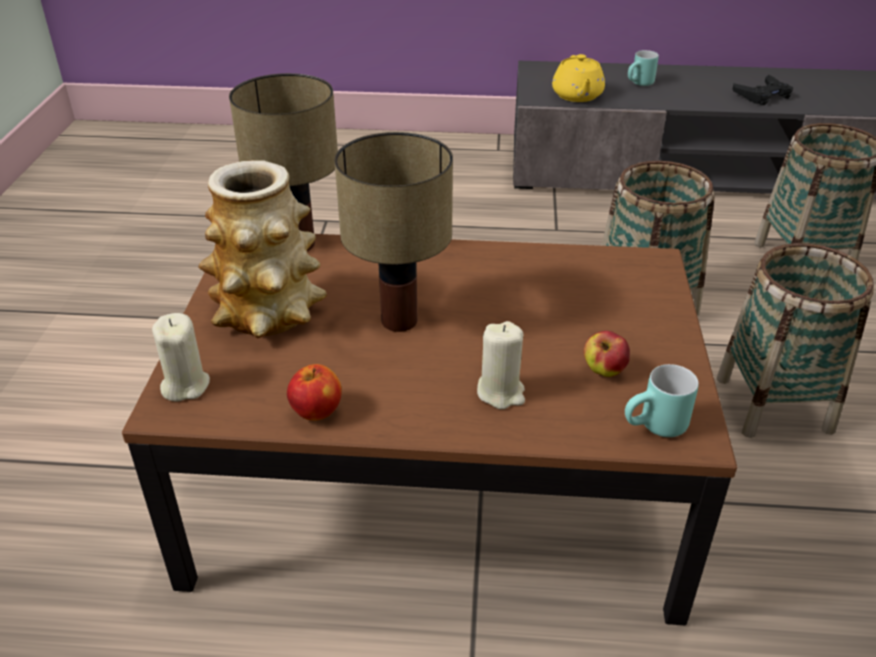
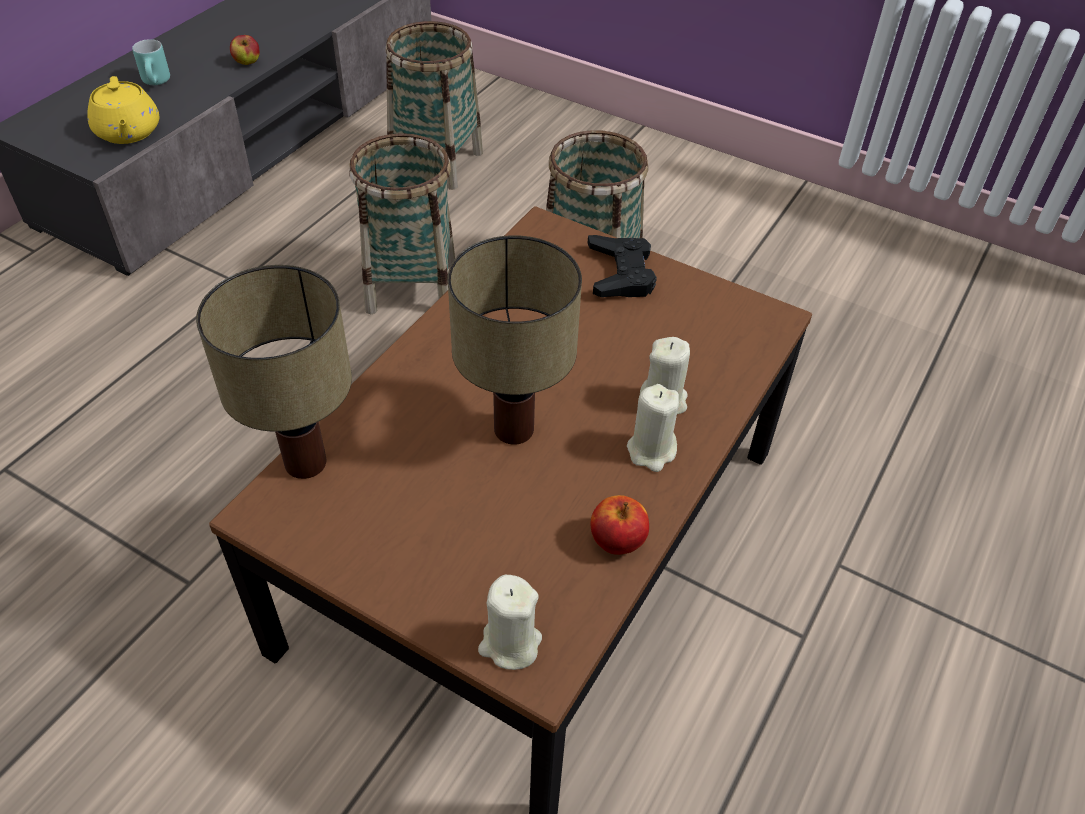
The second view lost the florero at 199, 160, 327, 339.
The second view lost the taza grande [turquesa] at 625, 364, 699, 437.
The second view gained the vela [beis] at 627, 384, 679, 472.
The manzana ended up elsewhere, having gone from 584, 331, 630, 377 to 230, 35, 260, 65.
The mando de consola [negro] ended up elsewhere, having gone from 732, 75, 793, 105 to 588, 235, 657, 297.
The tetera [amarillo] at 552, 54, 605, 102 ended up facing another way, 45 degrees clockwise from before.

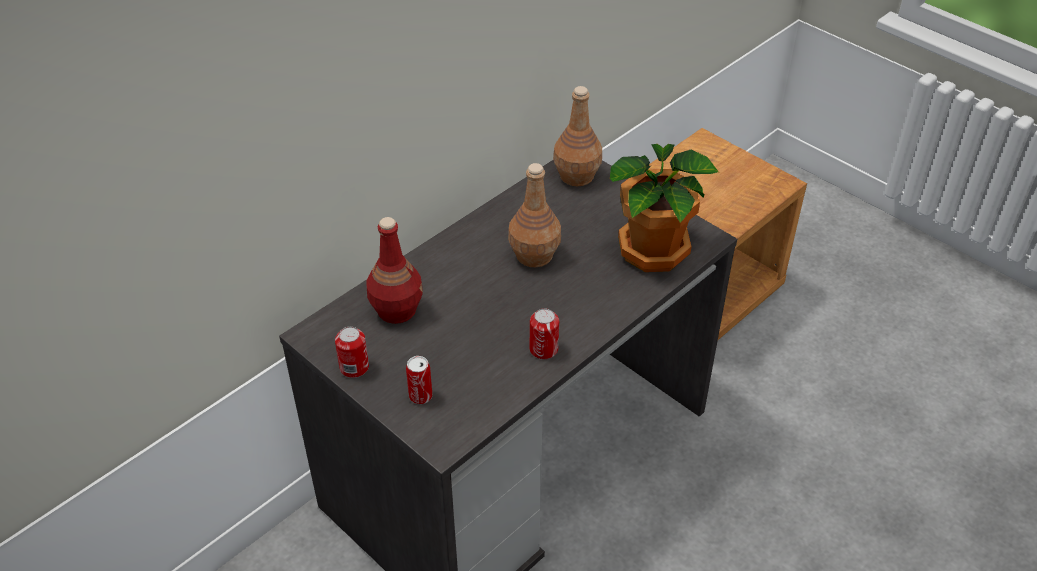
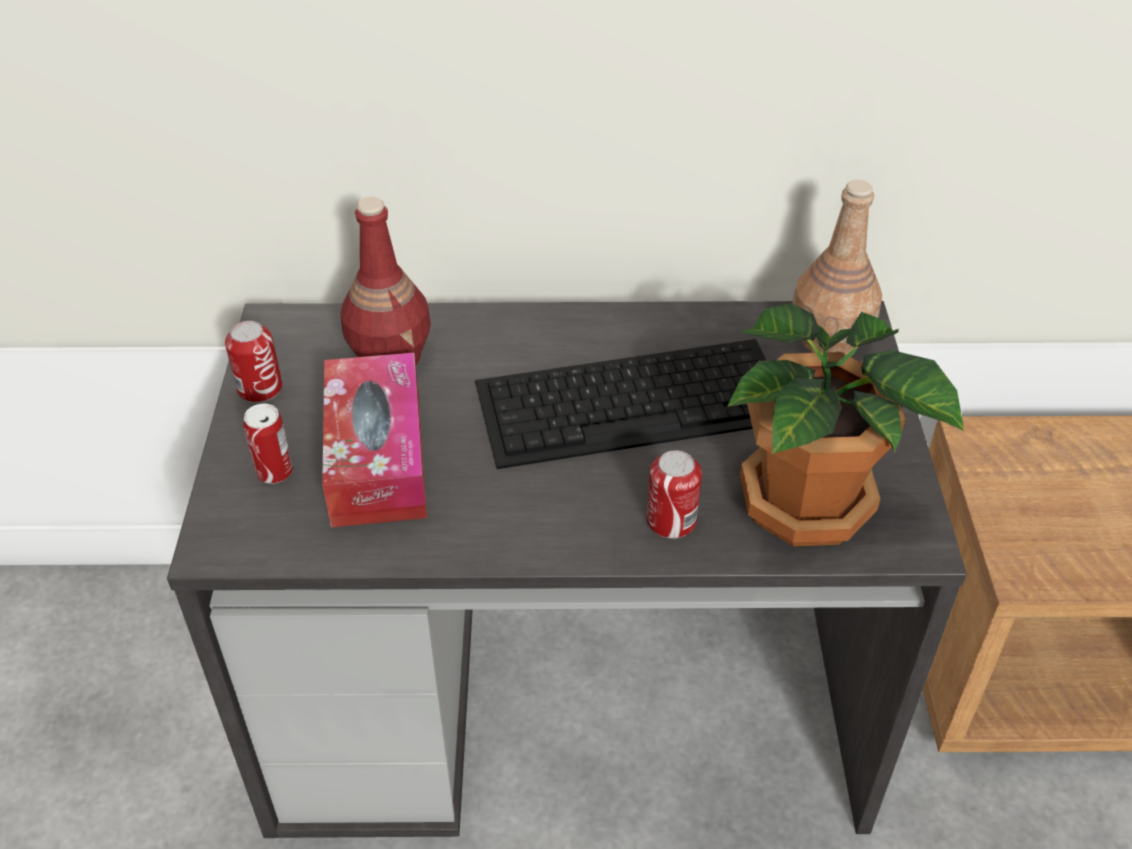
The second view gained the caja de pañuelos at 322, 353, 427, 527.
The lata ended up elsewhere, having gone from 530, 309, 559, 359 to 647, 450, 702, 539.
Where the botella [marrón] stood at 508, 163, 561, 267, the teclado came to stand at 475, 339, 767, 469.

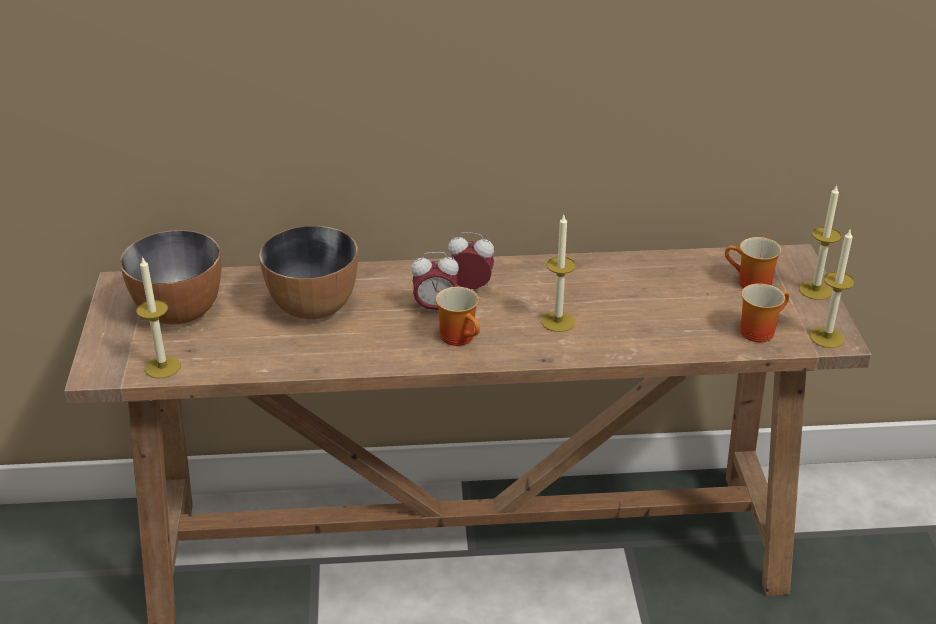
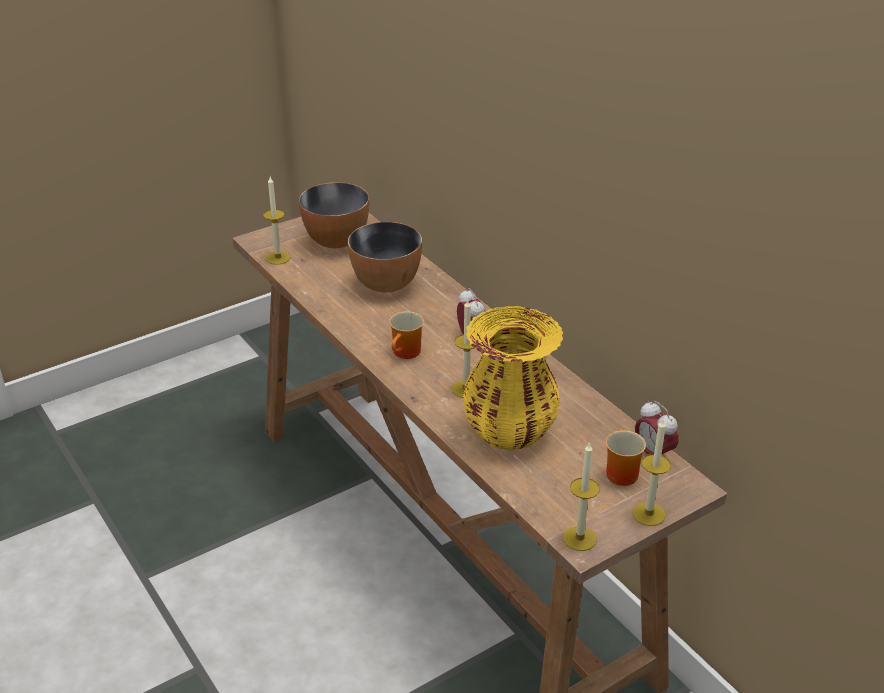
The second view lost the taza grande at 740, 283, 789, 342.
The second view gained the florero [amarillo] at 463, 306, 563, 451.
The despertador ended up elsewhere, having gone from 411, 252, 459, 314 to 635, 401, 678, 455.

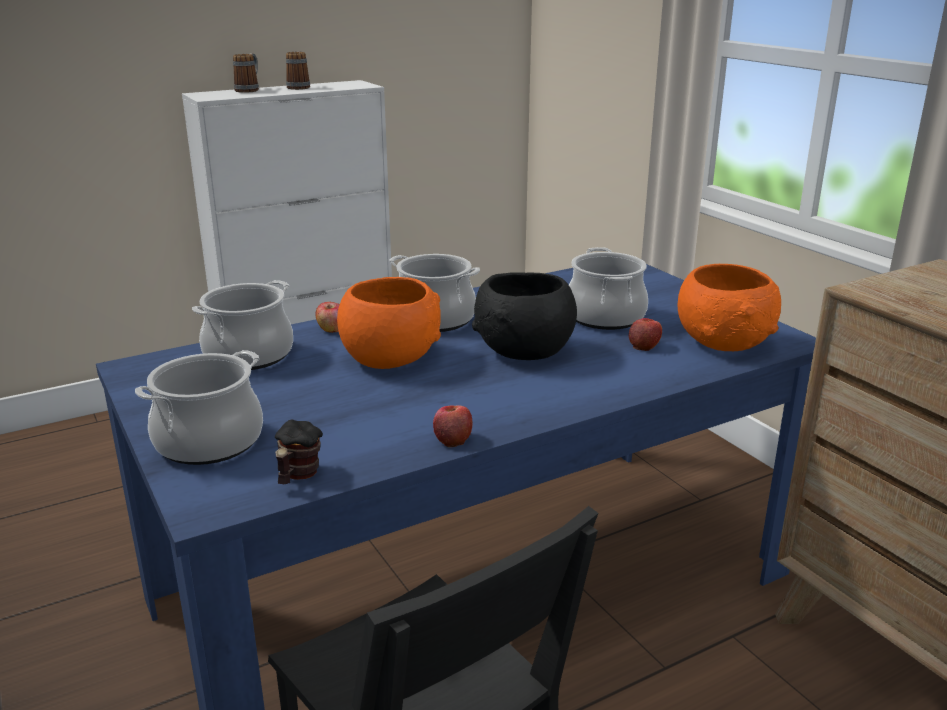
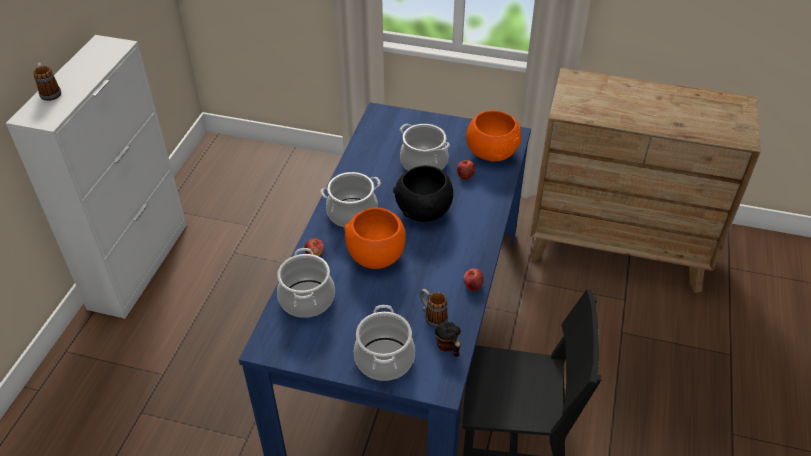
The taza grande ended up elsewhere, having gone from 286, 51, 310, 90 to 420, 289, 448, 327.

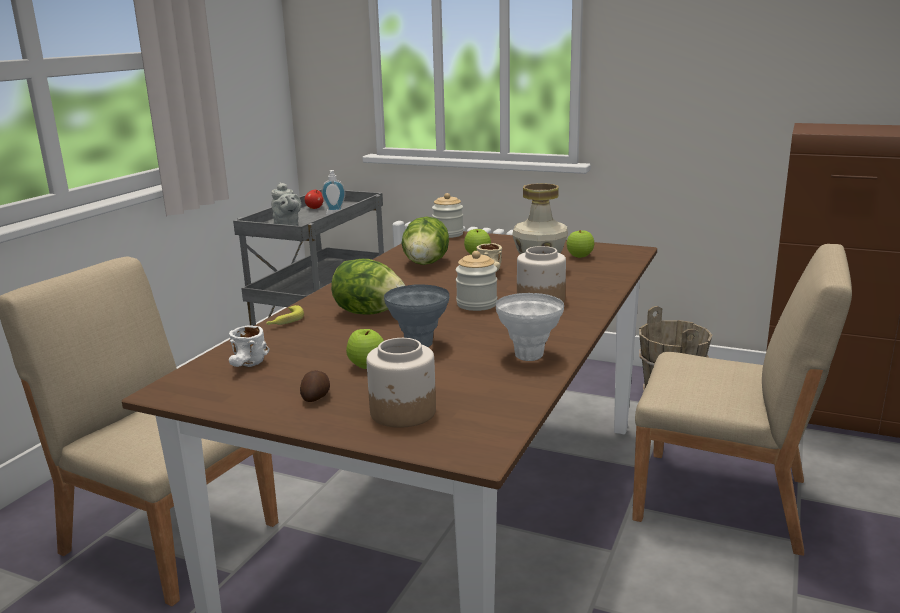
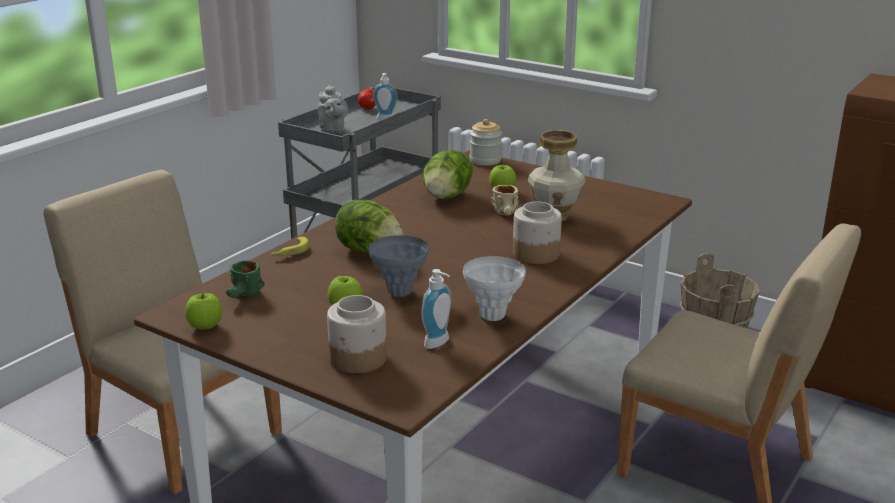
The second view lost the patata at 300, 370, 330, 402.
The second view lost the tarro at 456, 251, 497, 311.
The second view gained the dispensador de jabón at 421, 269, 451, 349.
The manzana ended up elsewhere, having gone from 567, 230, 594, 258 to 185, 293, 222, 330.
What was the taza grande [blanco] at 229, 325, 270, 367 turned into the taza grande [verde] at 226, 260, 265, 298.

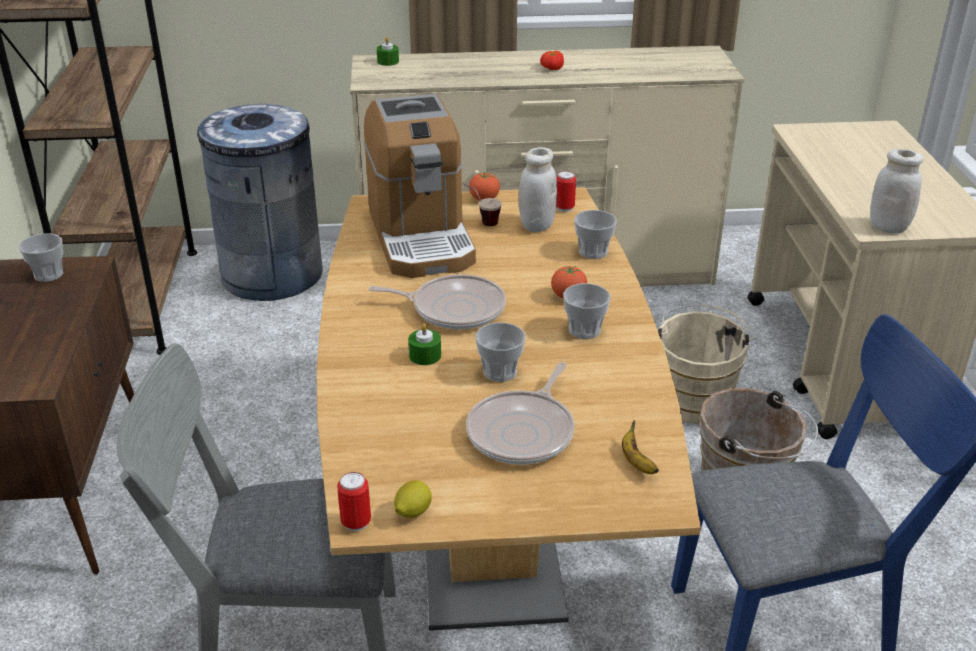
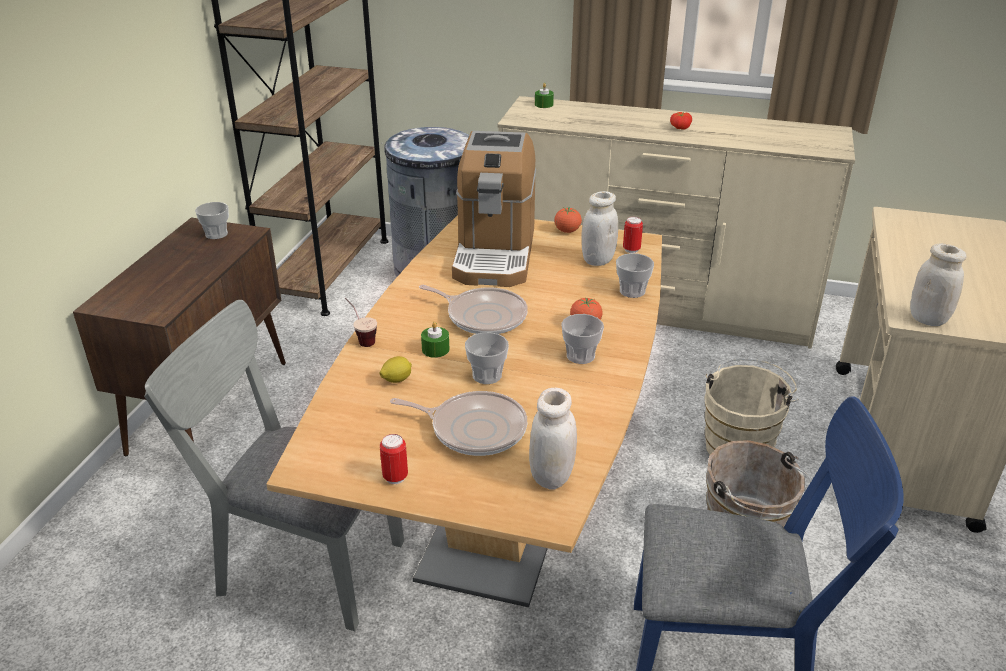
The lata ended up elsewhere, having gone from 337, 472, 371, 531 to 380, 434, 408, 484.
The limón ended up elsewhere, having gone from 394, 480, 432, 518 to 379, 356, 412, 383.
The taza ended up elsewhere, having gone from 463, 183, 502, 226 to 345, 298, 377, 347.
Where the plátano stood at 622, 420, 659, 474, the tarro [blanco] came to stand at 529, 388, 577, 490.
The sartén at 466, 362, 575, 465 ended up facing another way, 120 degrees counterclockwise from before.

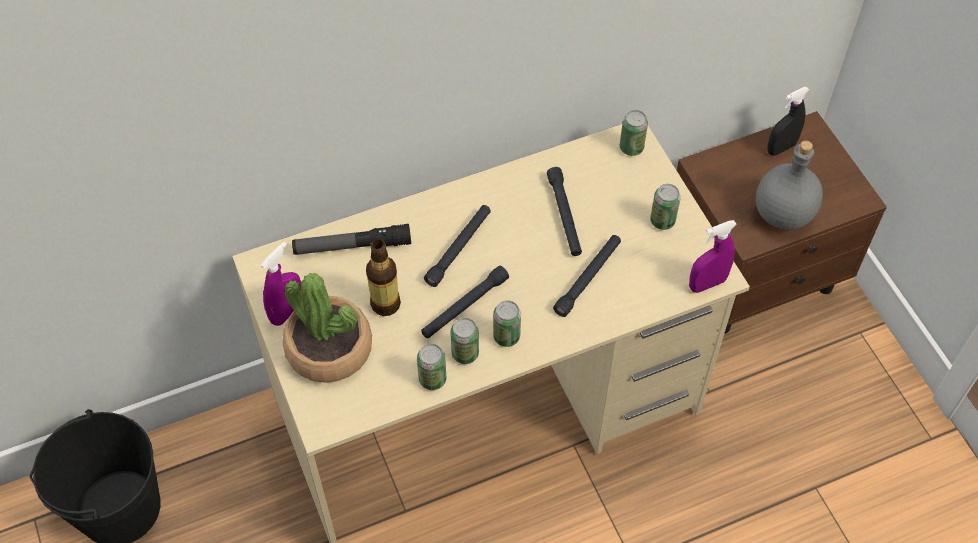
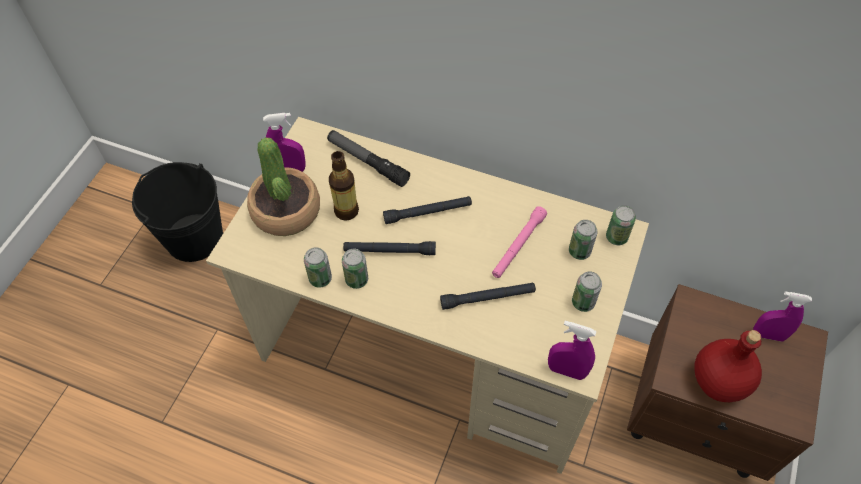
The lata ended up elsewhere, having gone from 493, 301, 521, 347 to 569, 220, 597, 260.
What was the linterna [negro] at 547, 167, 582, 256 turned into the linterna [rosa] at 492, 206, 547, 278.
What was the botella [gris] at 756, 140, 823, 230 turned into the botella [rojo] at 694, 330, 762, 402.
What was the pulverizador [negro] at 768, 87, 809, 156 turned into the pulverizador [morado] at 753, 291, 812, 342.

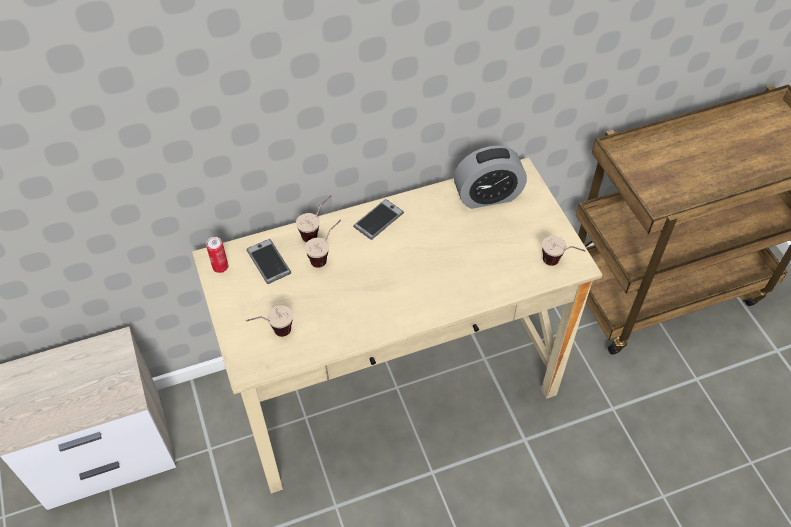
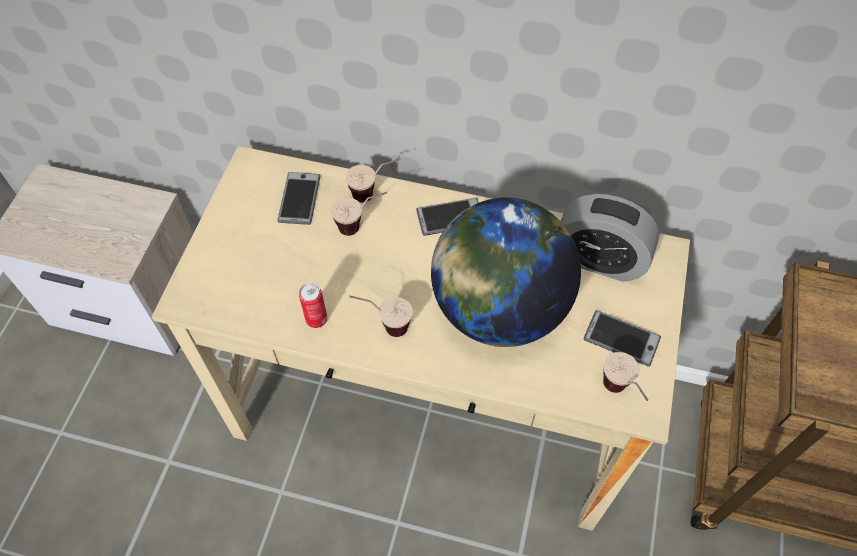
The second view gained the globo terráqueo at 431, 197, 581, 347.
The second view gained the móvil at 584, 310, 661, 367.
The lata ended up elsewhere, having gone from 206, 237, 228, 273 to 299, 283, 327, 328.
The taza ended up elsewhere, having gone from 246, 305, 293, 337 to 349, 295, 413, 337.

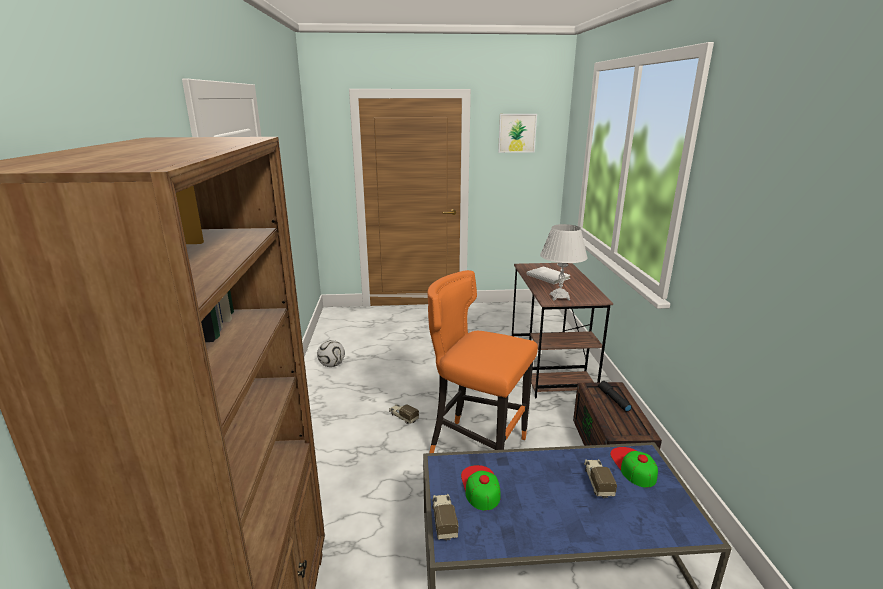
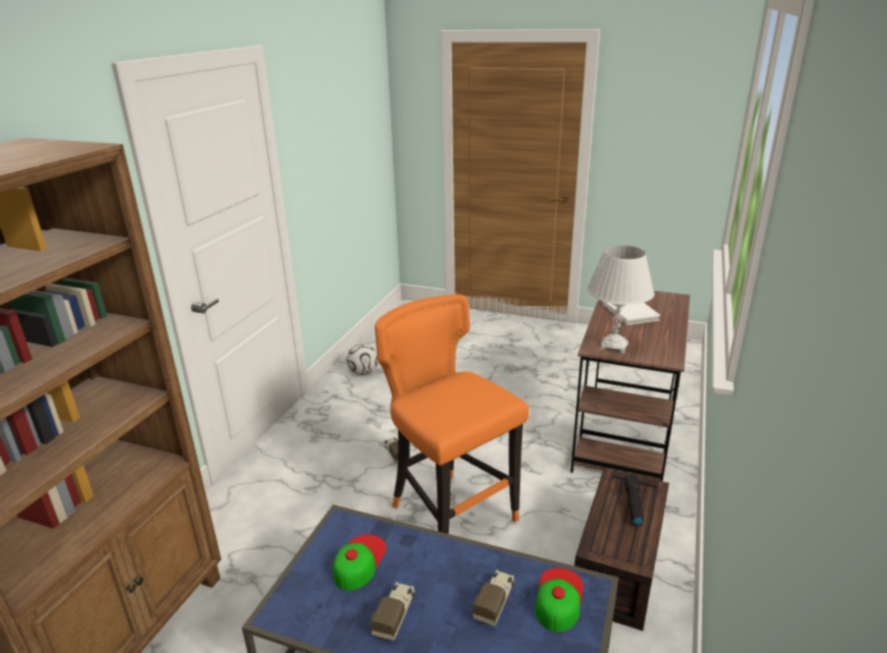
The second view lost the cuadro at 498, 114, 537, 153.
The camión de juguete ended up elsewhere, having gone from 432, 494, 458, 540 to 370, 582, 415, 641.

